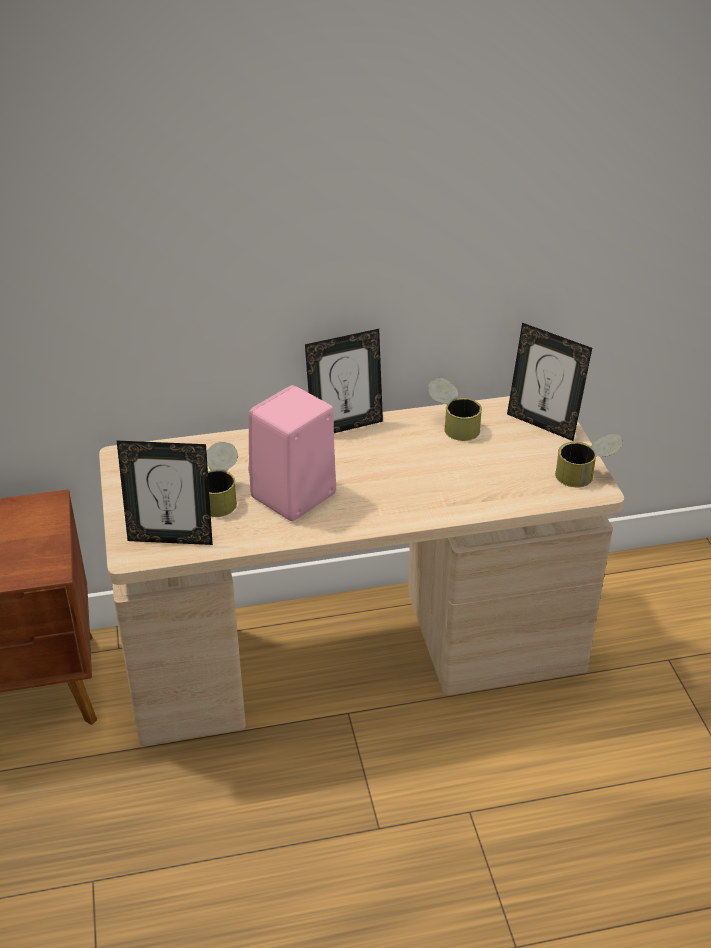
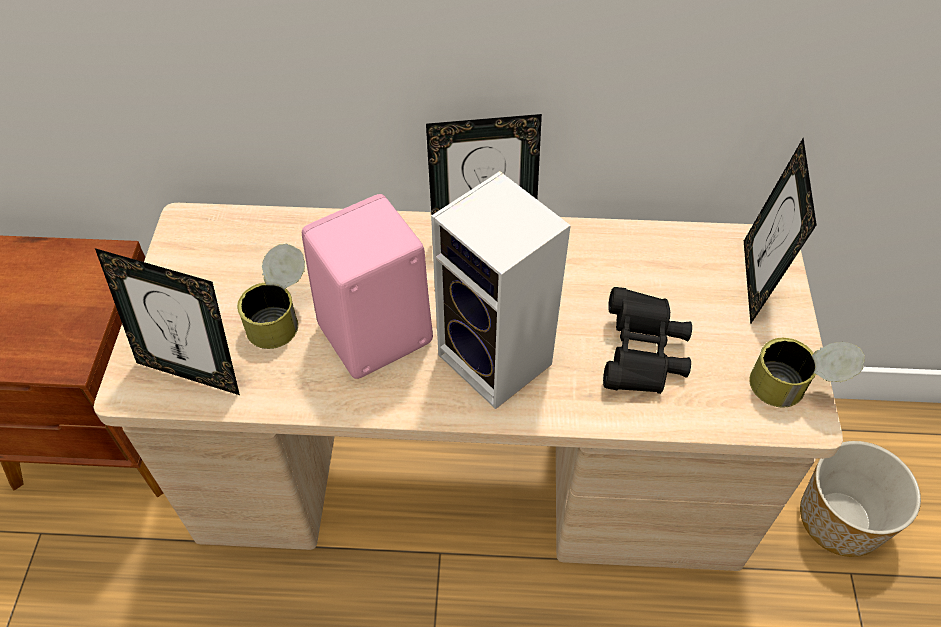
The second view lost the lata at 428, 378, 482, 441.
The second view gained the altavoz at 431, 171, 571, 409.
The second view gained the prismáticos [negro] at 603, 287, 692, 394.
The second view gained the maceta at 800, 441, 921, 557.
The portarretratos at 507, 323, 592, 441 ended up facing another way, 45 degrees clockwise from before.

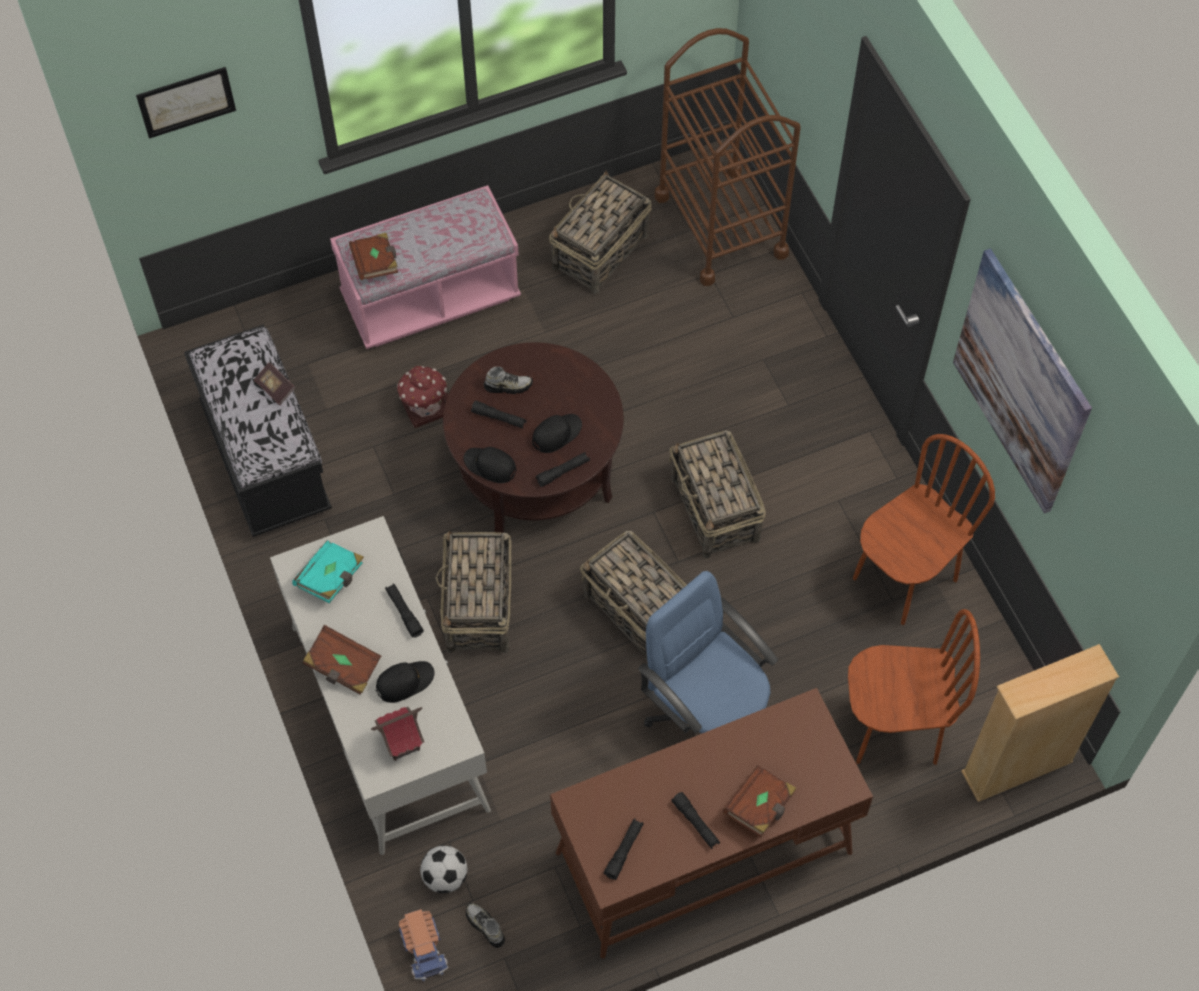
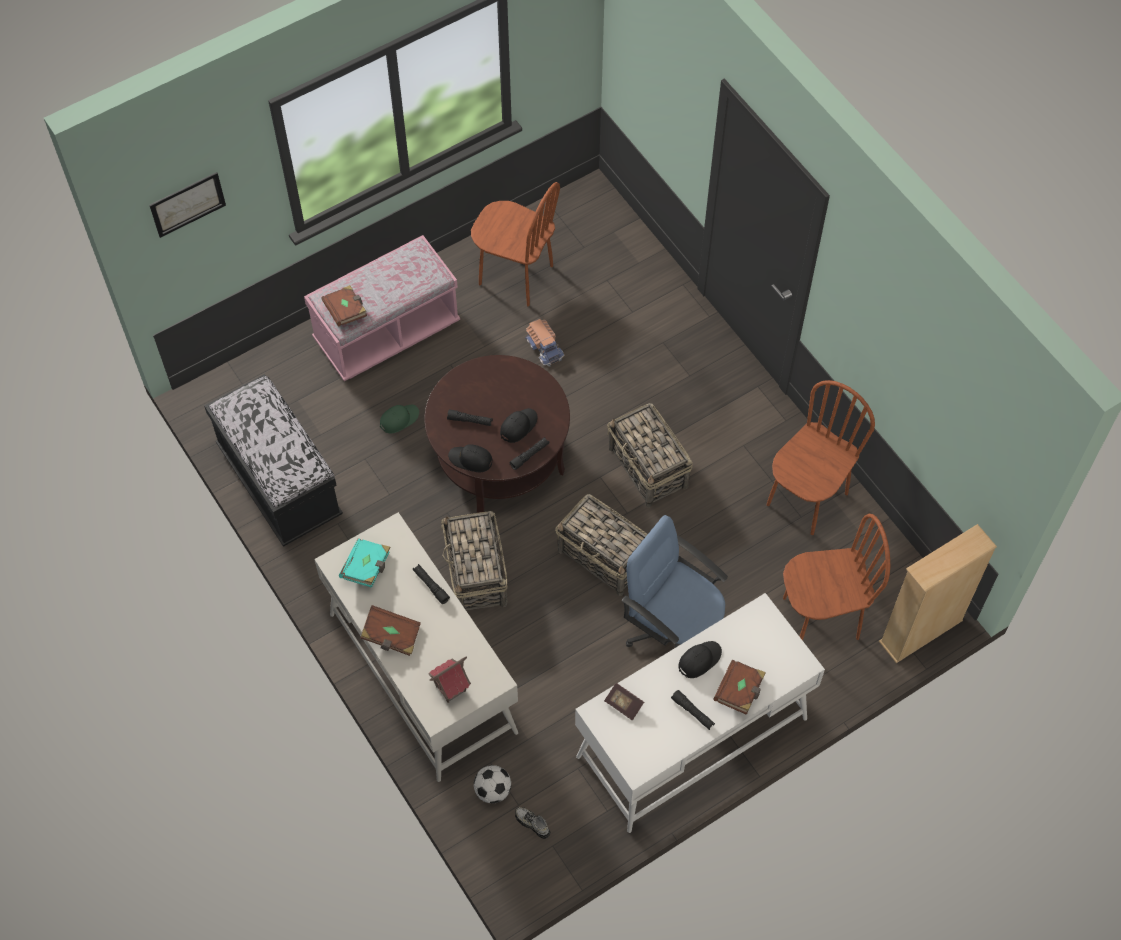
The second view lost the zapato at 484, 367, 533, 394.
The second view lost the linterna [negro] at 604, 818, 644, 880.
The second view lost the carrito [marrón] at 655, 28, 801, 286.
The second view lost the cuadro at 953, 249, 1092, 513.
The libro ended up elsewhere, having gone from 254, 362, 295, 405 to 604, 683, 644, 720.
The gorra [negro] ended up elsewhere, having gone from 375, 661, 435, 703 to 678, 641, 722, 678.
The camión de juguete ended up elsewhere, having gone from 399, 909, 448, 981 to 525, 319, 565, 366.
Where the casita stood at 397, 366, 448, 428, the gorra [verde] came to stand at 380, 405, 419, 433.
Where the cesta stood at 549, 171, 652, 295, the silla [marrón] came to stand at 471, 182, 560, 306.
What was the escritorio [marrón] at 550, 688, 873, 958 turned into the escritorio [blanco] at 575, 593, 825, 833.

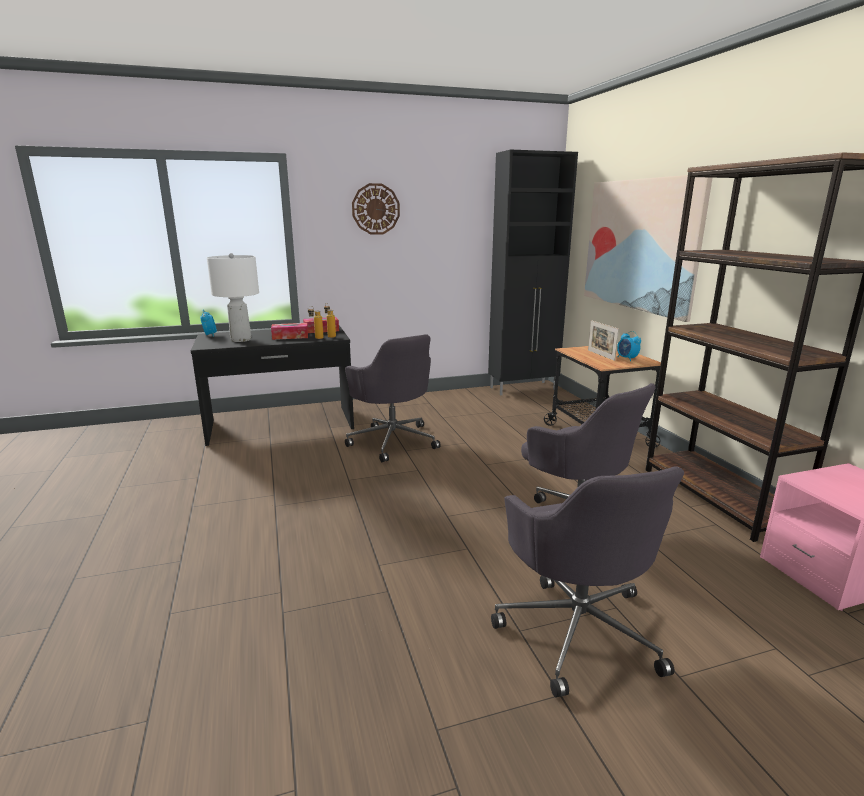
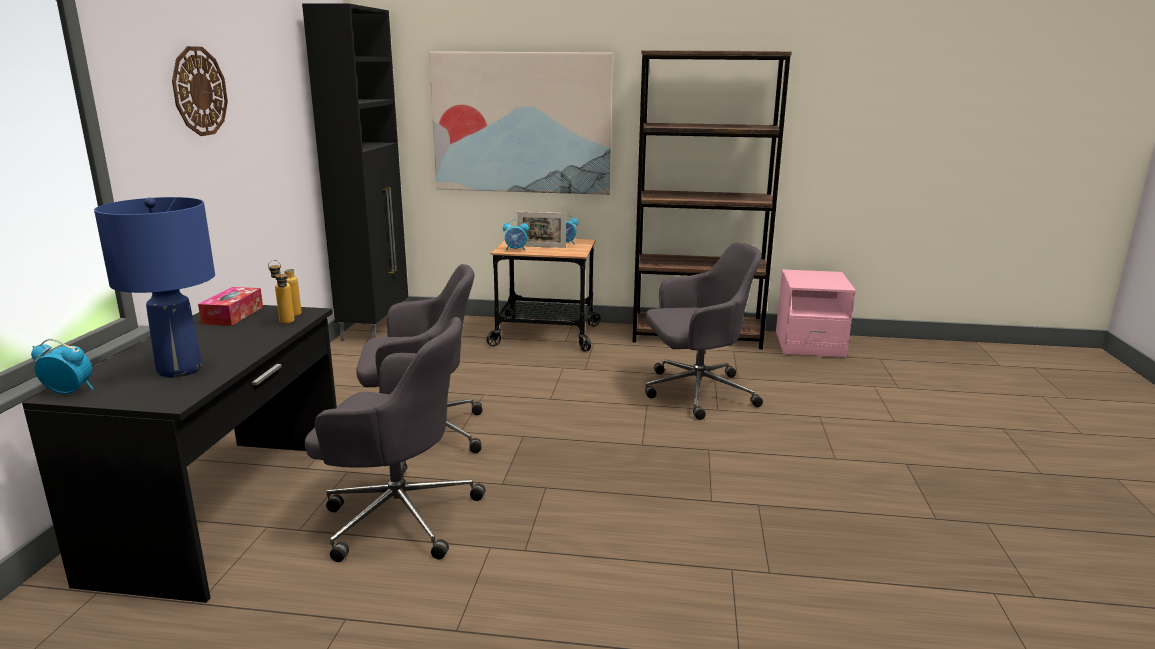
The second view lost the caja de pañuelos at 271, 323, 308, 340.
The second view gained the despertador at 503, 219, 529, 251.
The silla de oficina [gris] ended up elsewhere, having gone from 491, 466, 684, 698 to 305, 317, 485, 562.
What was the lámpara de mesa [blanco] at 207, 253, 259, 342 turned into the lámpara de mesa [azul] at 94, 197, 215, 377.

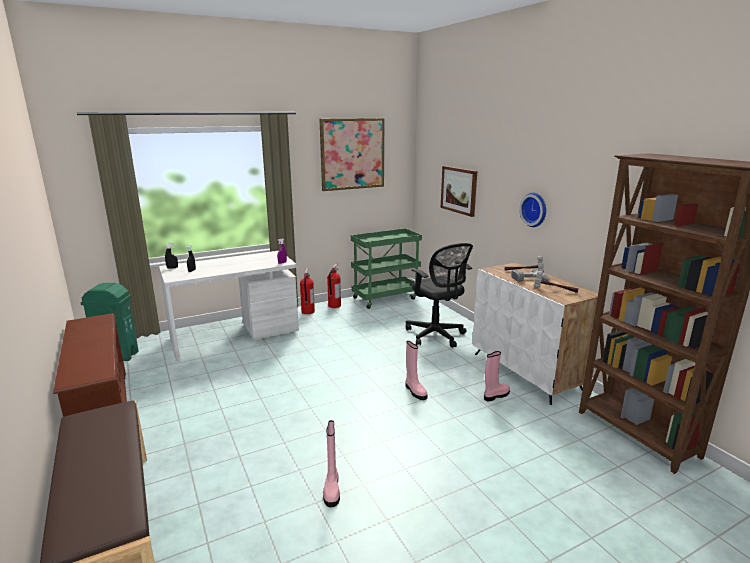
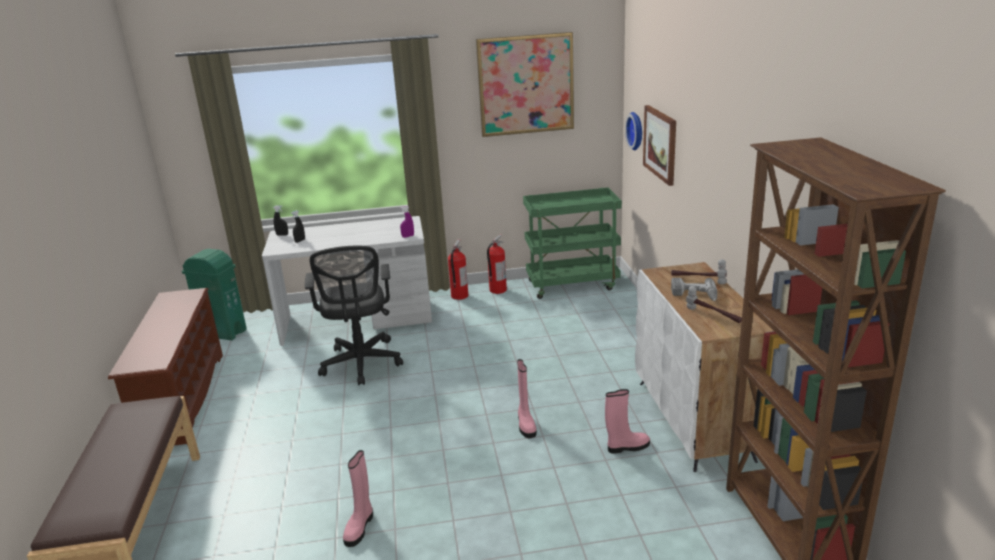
The silla de oficina [negro] ended up elsewhere, having gone from 406, 243, 473, 348 to 305, 246, 403, 386.
The reloj de pared ended up elsewhere, having gone from 519, 193, 546, 227 to 625, 112, 642, 150.

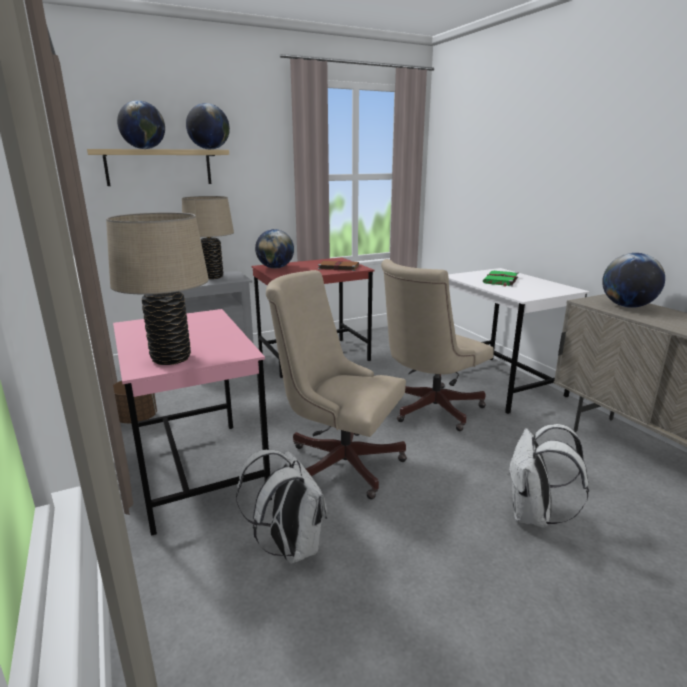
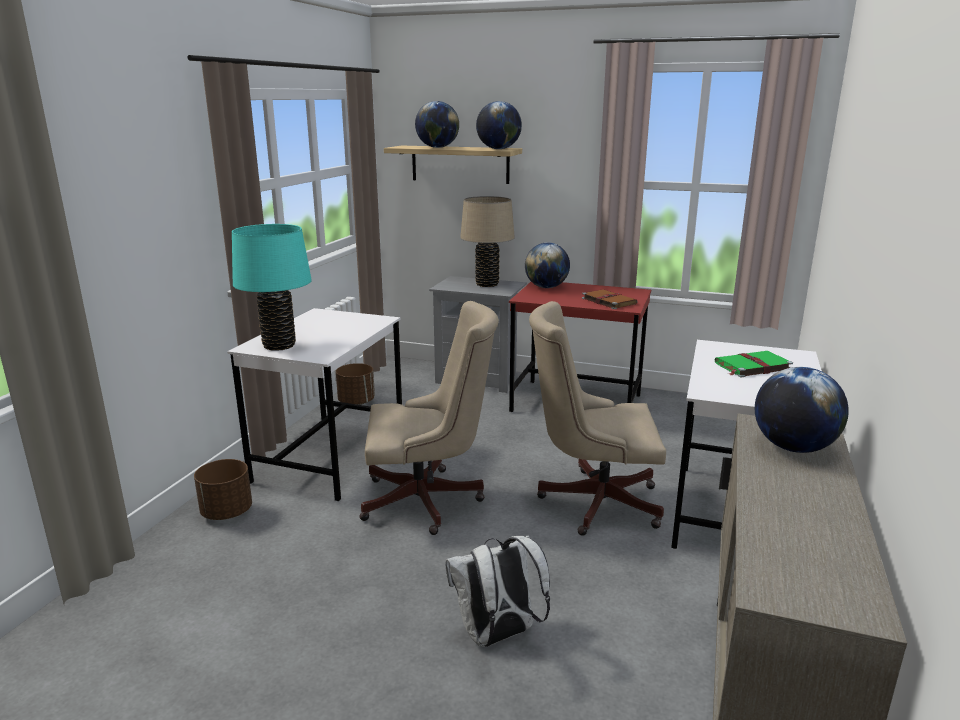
The second view lost the mochila [blanco] at 236, 450, 327, 564.
The second view gained the maceta [marrón] at 194, 459, 252, 520.
What was the lámpara de mesa [beis] at 106, 212, 209, 365 turned into the lámpara de mesa [turquesa] at 232, 224, 312, 351.
What was the escritorio [rosa] at 113, 309, 272, 536 turned into the escritorio [blanco] at 227, 308, 402, 501.
The silla de oficina [beis] at 266, 270, 407, 499 ended up facing another way, 105 degrees clockwise from before.

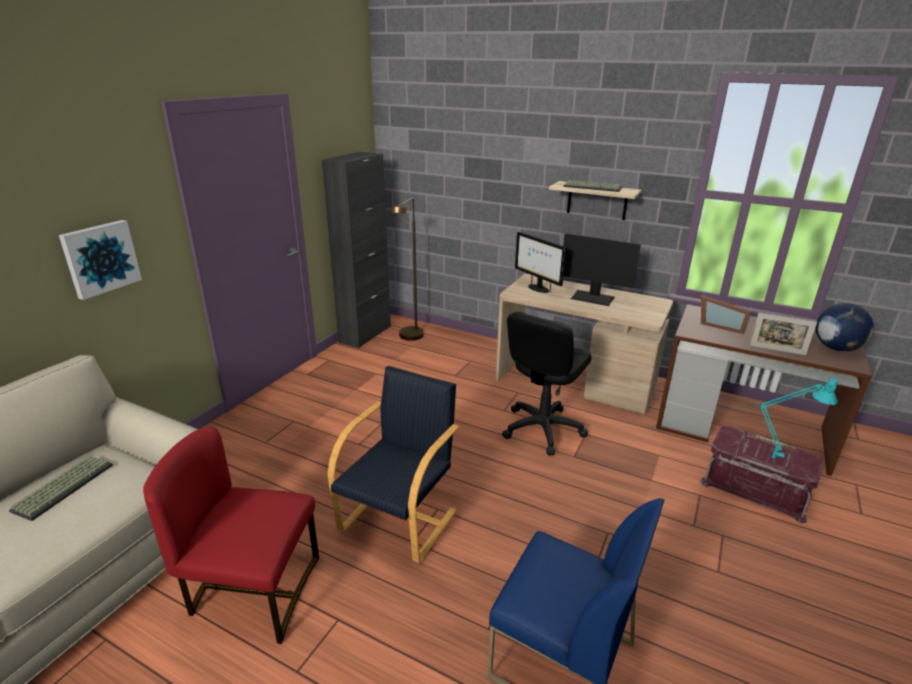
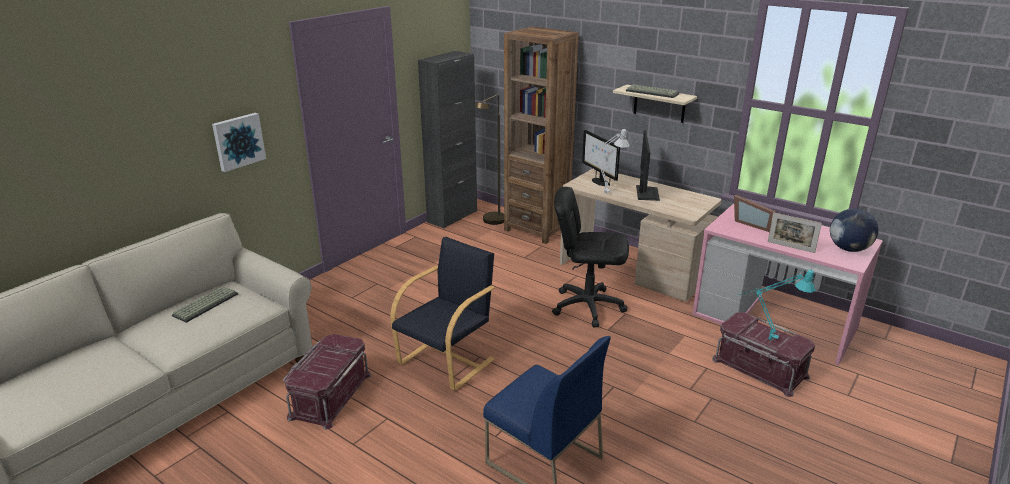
The second view gained the estantería [marrón] at 504, 27, 579, 244.
The second view gained the lámpara de mesa [gris] at 585, 129, 630, 194.
Where the silla [rojo] stood at 143, 427, 319, 644, the caja de almacenaje [rojo] came to stand at 283, 334, 372, 430.
What was the escritorio [marrón] at 656, 304, 872, 476 turned into the escritorio [rosa] at 692, 204, 883, 365.
The silla de oficina [negro] at 502, 312, 592, 455 ended up facing another way, 60 degrees clockwise from before.
The monitor at 563, 233, 641, 306 ended up facing another way, 120 degrees counterclockwise from before.

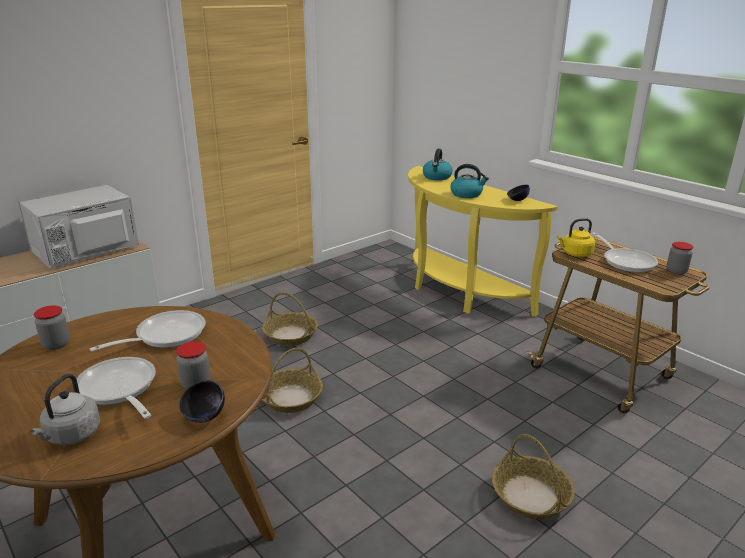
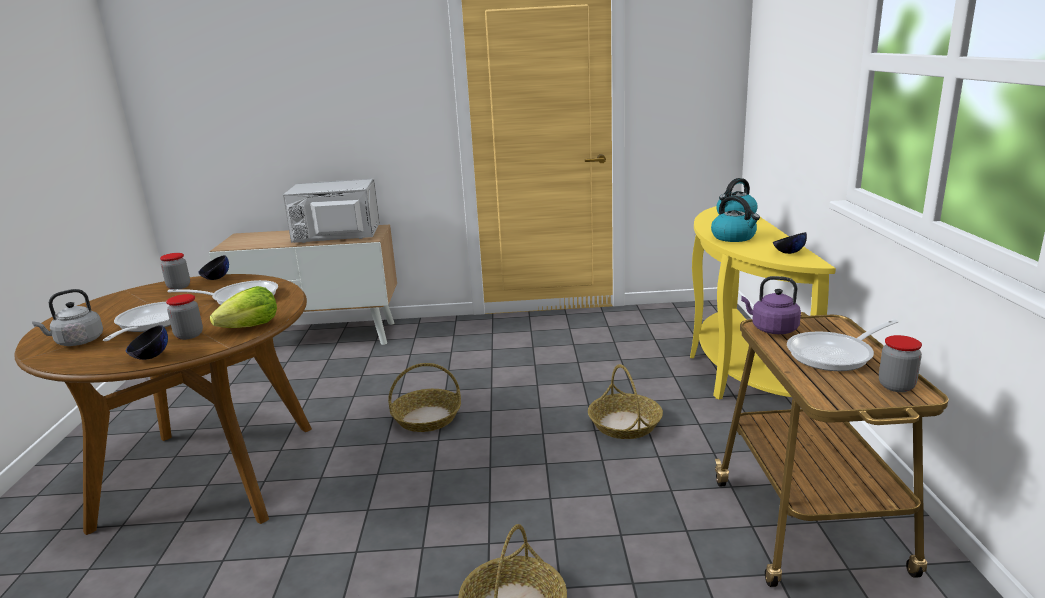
The second view gained the cuenco [negro] at 198, 255, 229, 280.
The second view gained the lechuga at 210, 286, 277, 328.
The cesta ended up elsewhere, having gone from 262, 292, 318, 346 to 588, 364, 663, 439.
What was the hervidor [amarillo] at 557, 218, 595, 257 turned into the hervidor [morado] at 741, 276, 801, 334.
The sartén at 592, 232, 658, 273 ended up facing another way, 45 degrees clockwise from before.

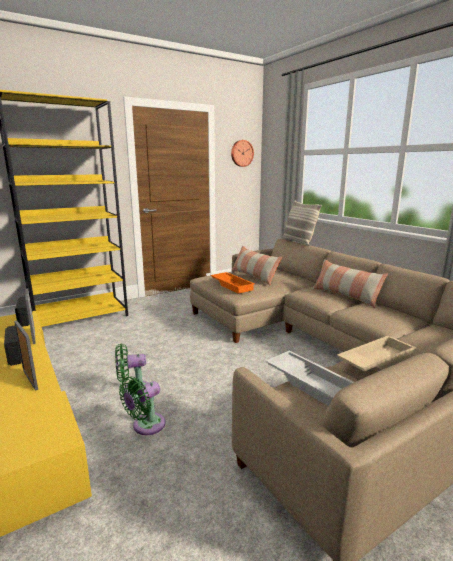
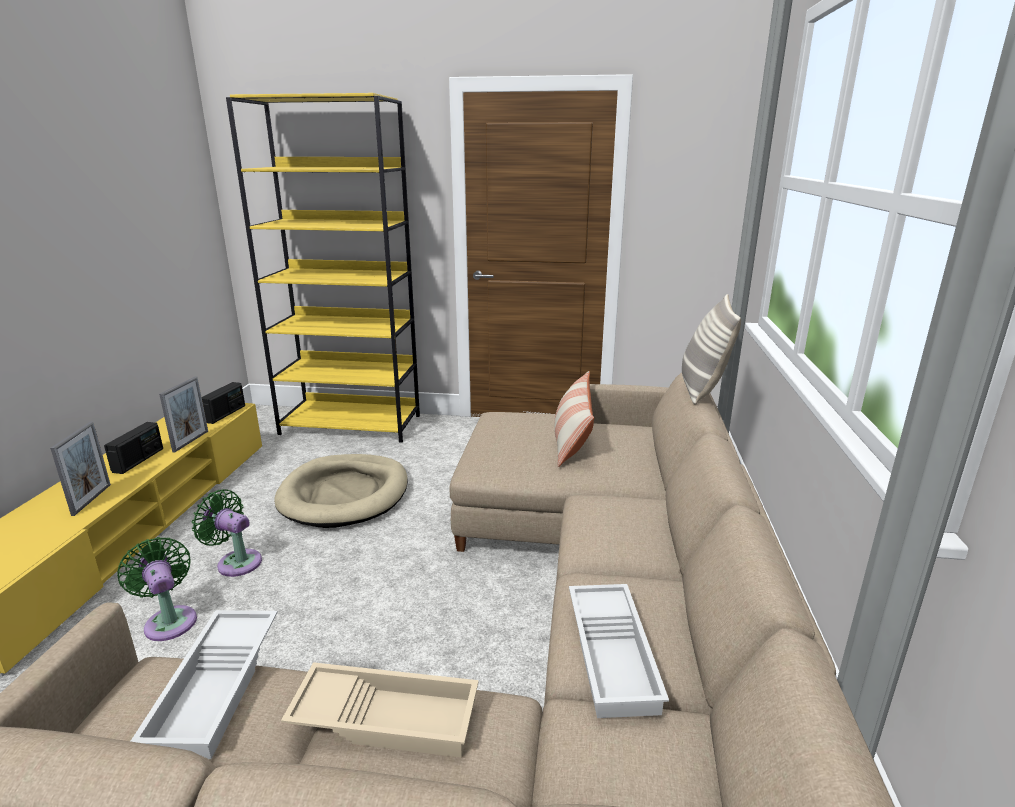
The second view lost the bandeja [naranja] at 210, 272, 255, 294.
The second view lost the reloj de pared at 231, 140, 254, 167.
The second view lost the cojín at 313, 259, 388, 308.
The second view gained the cama para perro [beis] at 274, 454, 408, 528.
The second view gained the bandeja [blanco] at 569, 584, 669, 718.
The ventilador [verde] at 119, 376, 165, 435 ended up facing another way, 60 degrees clockwise from before.

